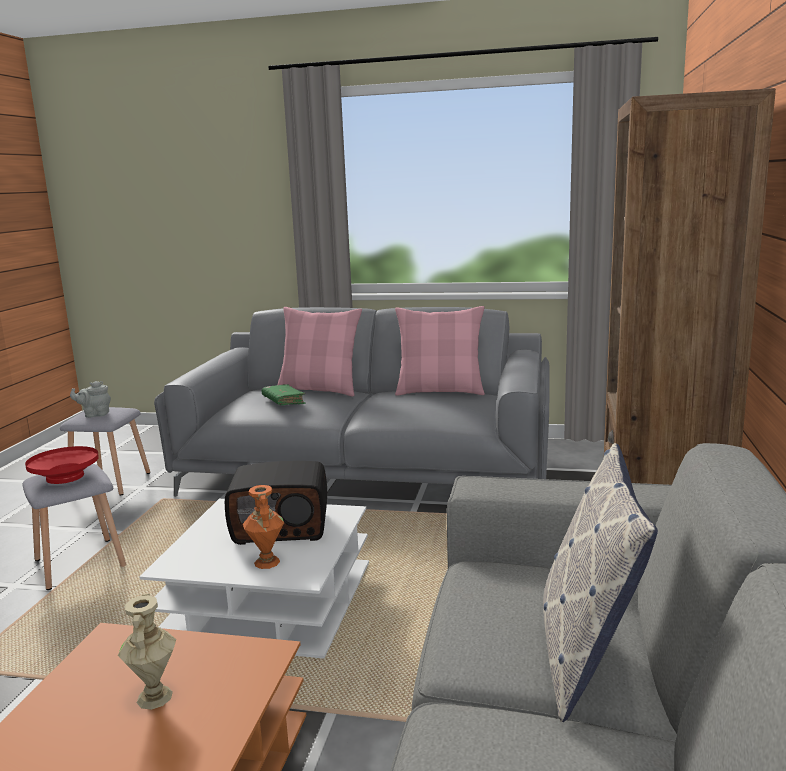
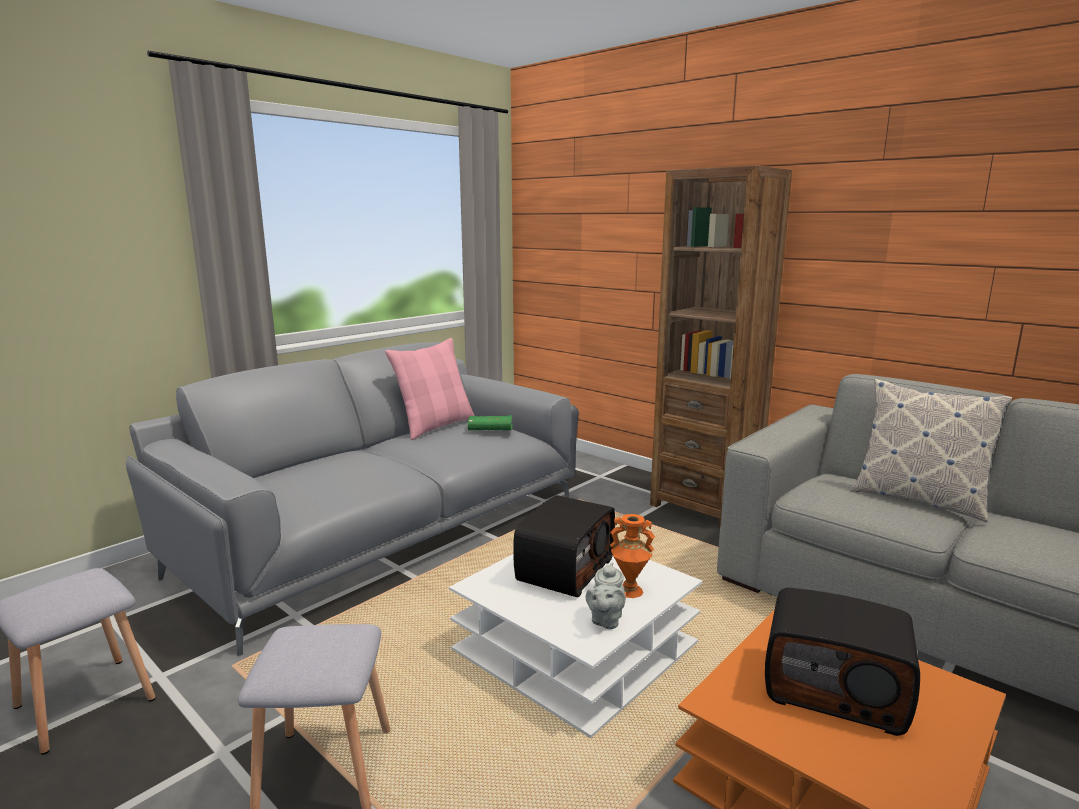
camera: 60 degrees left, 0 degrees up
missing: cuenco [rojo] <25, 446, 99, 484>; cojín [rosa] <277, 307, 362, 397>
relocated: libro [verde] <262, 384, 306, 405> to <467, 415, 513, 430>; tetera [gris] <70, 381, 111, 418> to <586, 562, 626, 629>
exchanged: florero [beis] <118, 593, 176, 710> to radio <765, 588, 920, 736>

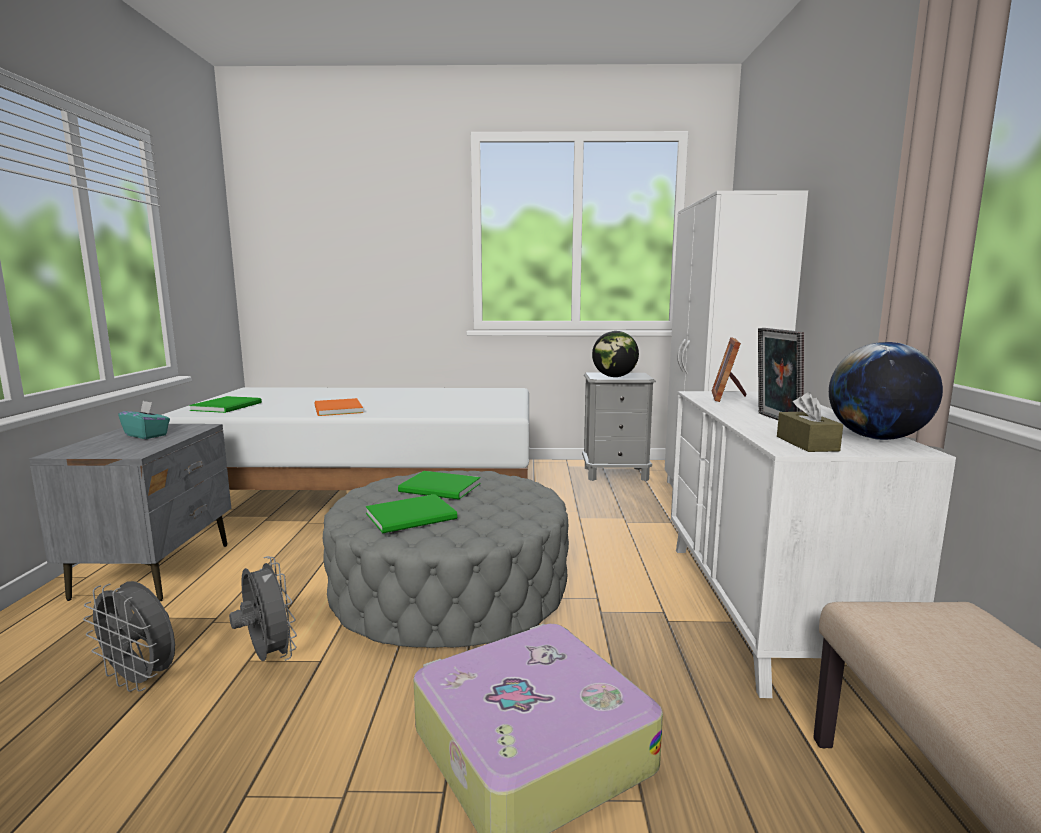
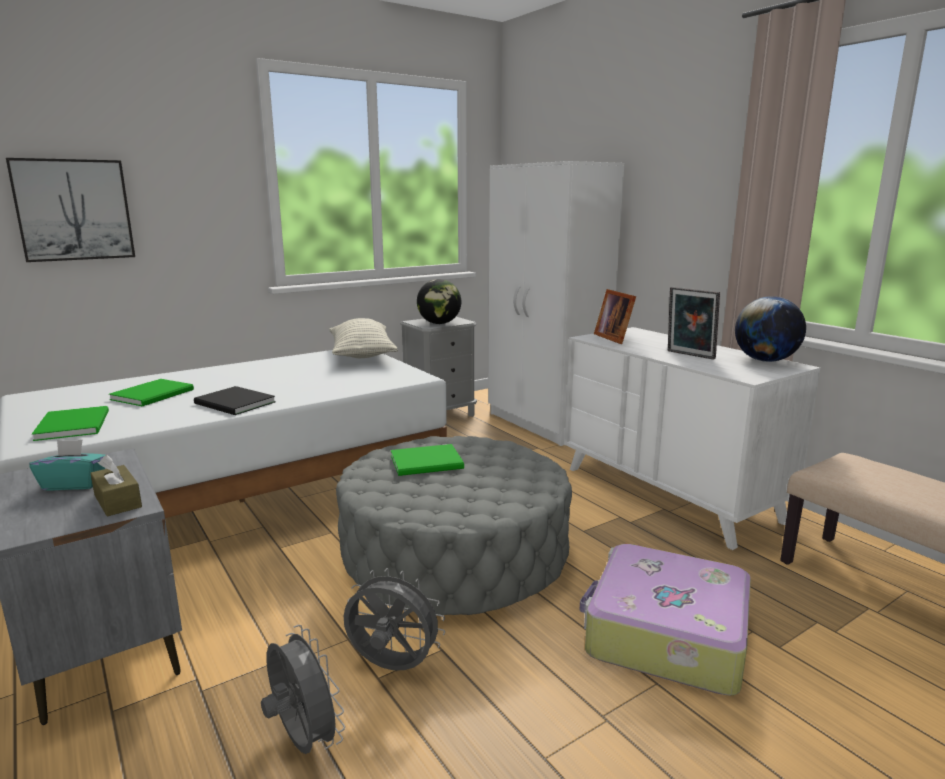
camera: 35 degrees left, 5 degrees up
appeared: cuadro <6, 158, 135, 262>; cojín <329, 318, 398, 358>
relocated: caja de pañuelos [marrón] <777, 392, 843, 452> to <90, 455, 142, 517>; libro [verde] <366, 494, 457, 533> to <109, 379, 194, 406>
colour: libro [naranja] <315, 398, 363, 416> to libro [negro] <194, 386, 276, 415>
spun: ventilador [gris] <83, 581, 175, 692> = <261, 625, 345, 754> 120 degrees counterclockwise

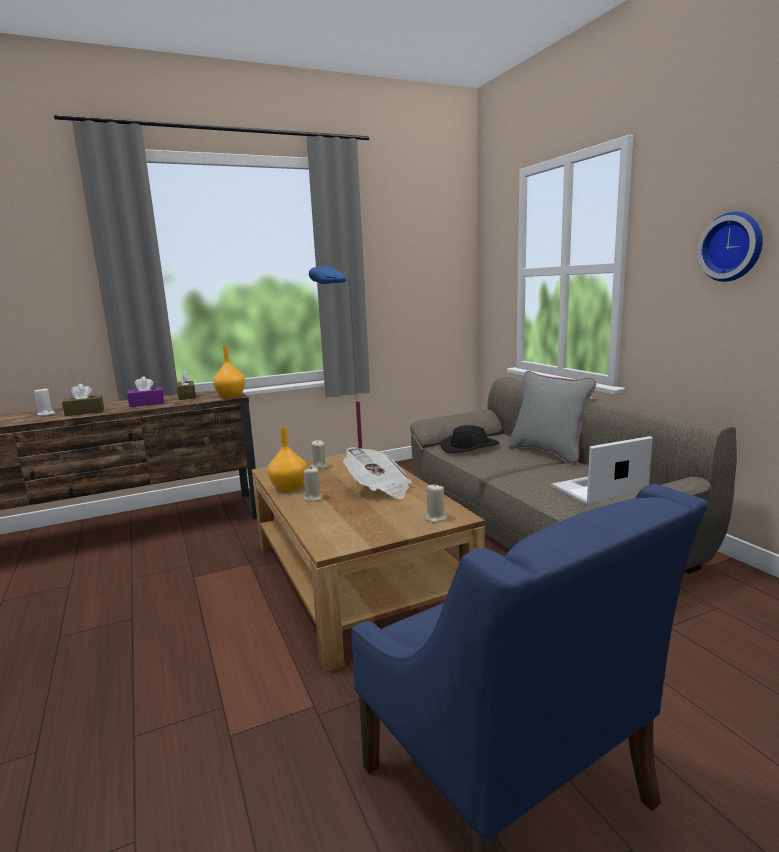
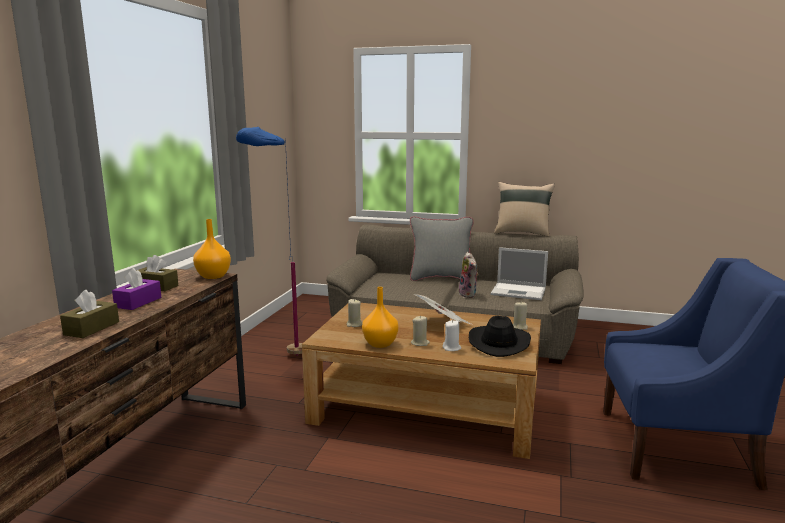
camera: 50 degrees left, 0 degrees up
missing: reloj de pared <697, 212, 763, 282>
appeared: peluche <459, 252, 479, 298>; cojín [beis] <494, 182, 555, 237>
relocated: vela [blanco] <34, 387, 55, 416> to <443, 320, 461, 351>; sombrero [negro] <441, 425, 499, 453> to <469, 316, 531, 357>
spun: portátil <551, 436, 653, 505> = <491, 247, 548, 300> 90 degrees counterclockwise

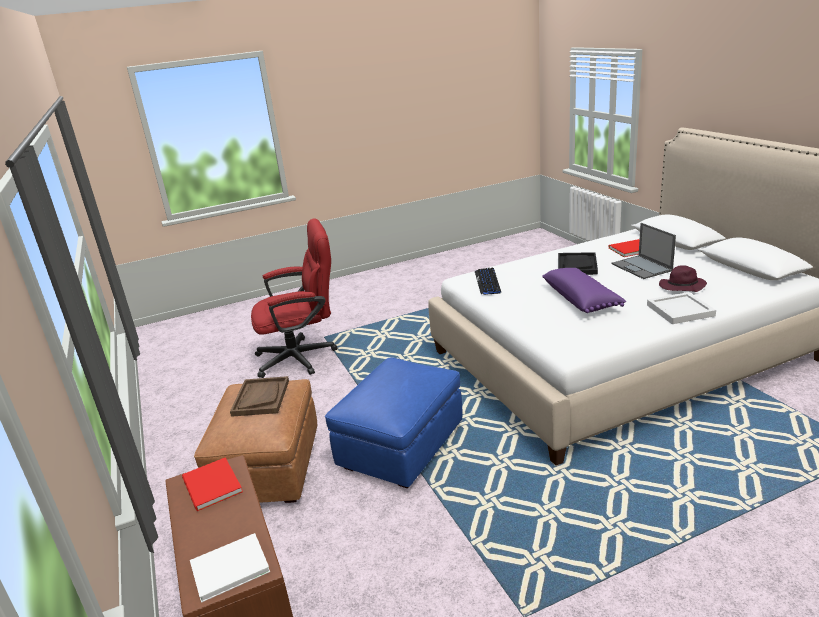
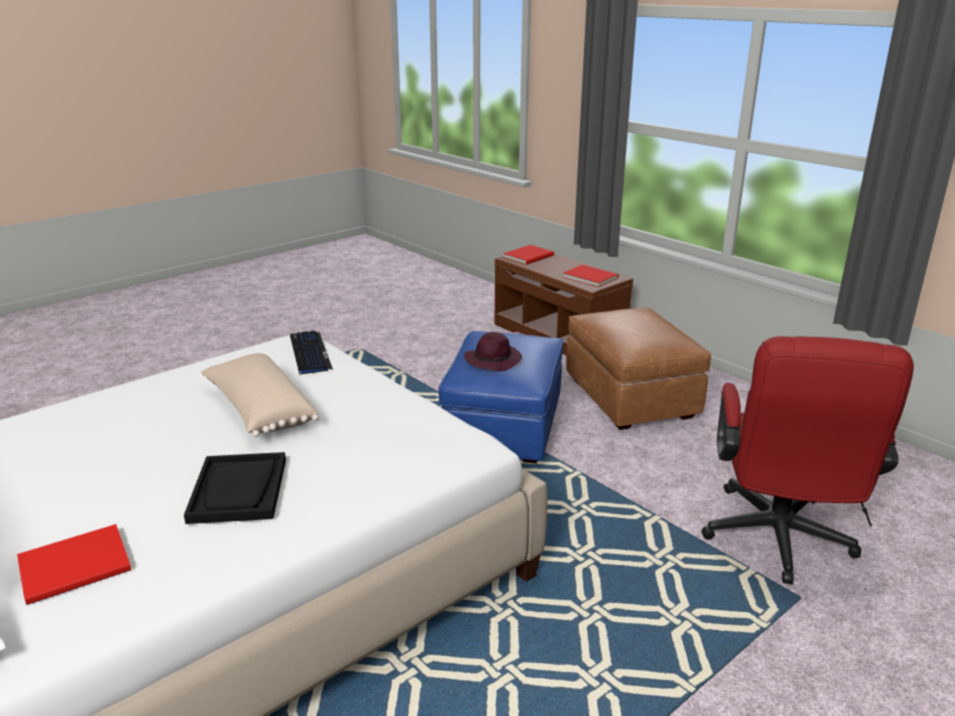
camera: 160 degrees right, 0 degrees up
missing: bandeja [marrón] <230, 376, 289, 417>; portátil <612, 223, 676, 279>; bandeja [blanco] <647, 292, 716, 324>
relocated: teclado <475, 267, 501, 295> to <290, 331, 333, 375>; sombrero [morado] <659, 265, 707, 292> to <464, 332, 522, 371>
colour: cojín [morado] <542, 268, 626, 313> to cojín [beis] <201, 353, 319, 437>; libro [blanco] <190, 533, 270, 603> to libro [rojo] <503, 245, 554, 265>
spun: silla de oficina [rojo] <251, 219, 338, 378> = <701, 336, 914, 584> 45 degrees counterclockwise

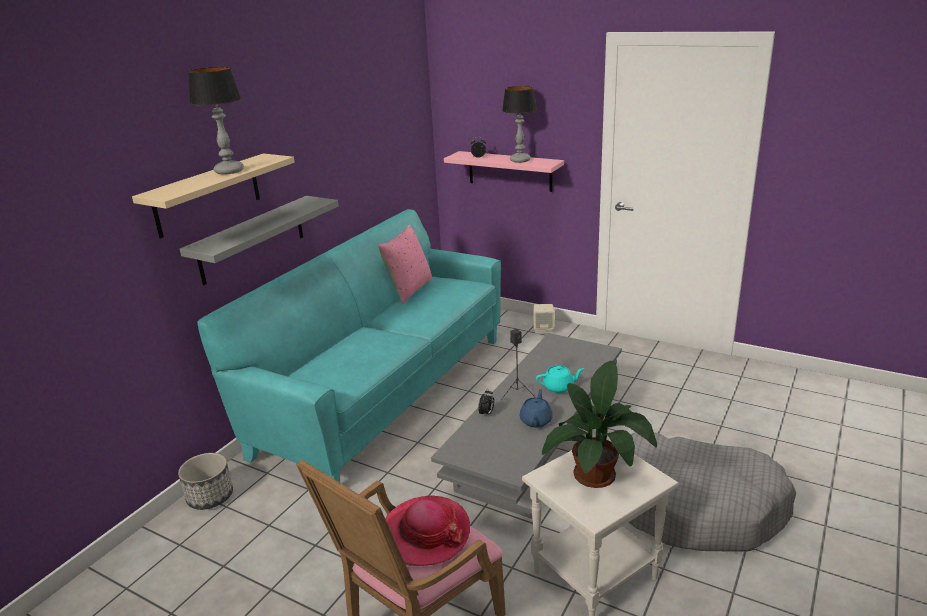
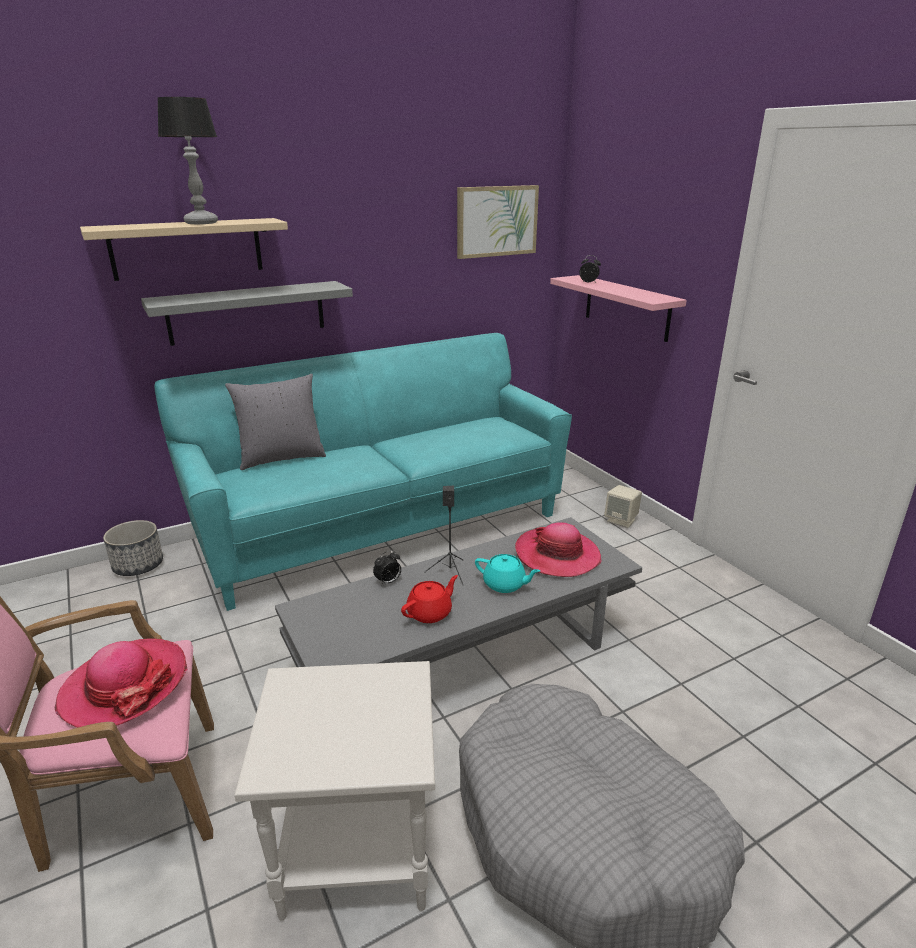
camera: 30 degrees right, 0 degrees up
missing: cojín [rosa] <378, 225, 432, 304>; lámpara de mesa <502, 86, 537, 163>; planta en maceta <542, 361, 657, 488>
appeared: cojín [gris] <225, 374, 326, 470>; cuadro <457, 185, 539, 259>; sombrero <515, 522, 602, 577>
colour: tetera [azul] <520, 389, 553, 428> to tetera [rojo] <401, 575, 458, 623>

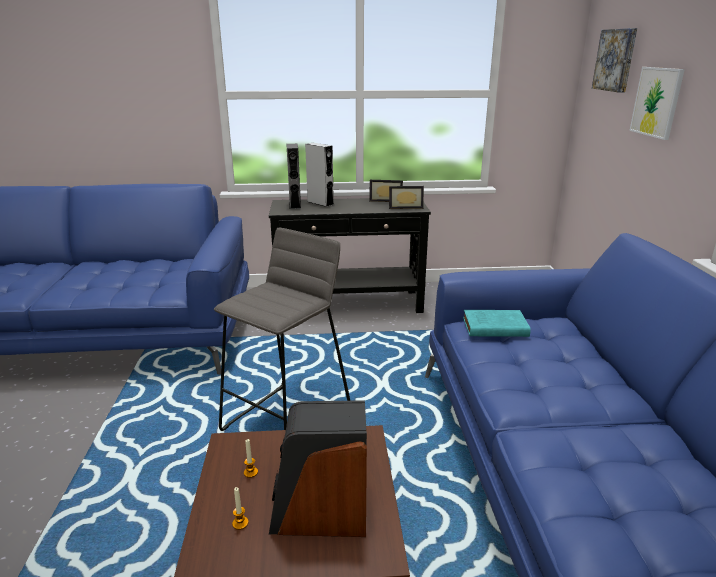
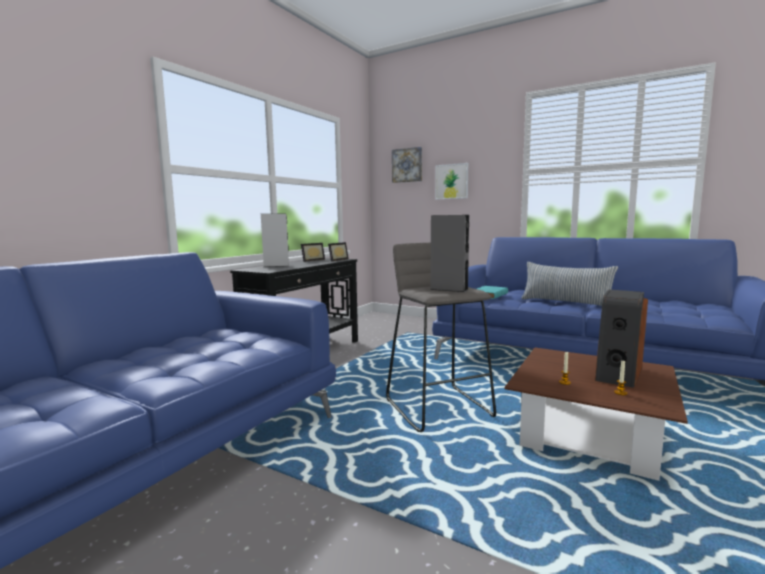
camera: 55 degrees left, 15 degrees down
appeared: cojín <521, 262, 618, 306>
relocated: altavoz [gris] <286, 144, 301, 209> to <430, 215, 469, 292>

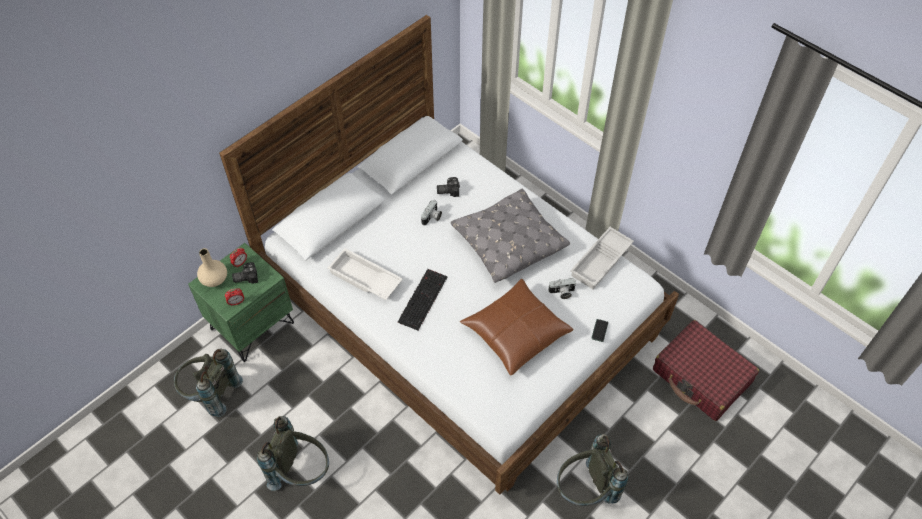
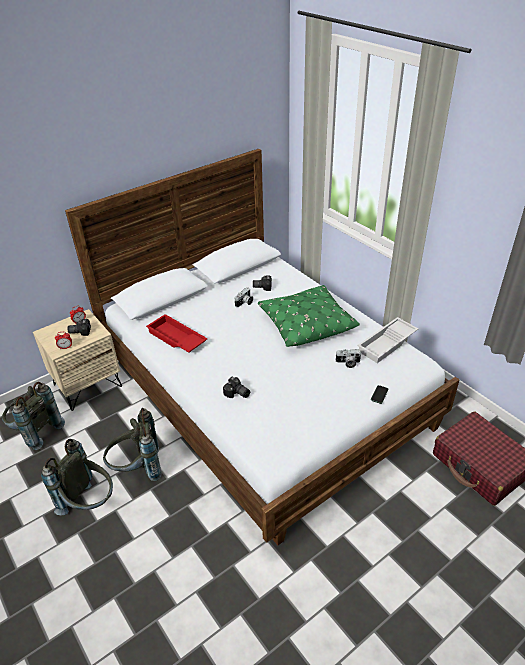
camera: 10 degrees right, 15 degrees down
missing: florero [beis] <197, 248, 227, 287>; teclado <398, 269, 448, 330>; cojín [marrón] <460, 279, 573, 376>
appeared: cámara <223, 377, 250, 398>
relocated: mochila [gris] <556, 434, 628, 506> to <103, 408, 162, 481>
colour: mesita de noche [verde] <188, 243, 294, 362> to mesita de noche [beis] <33, 309, 122, 411>; bandeja [blanco] <327, 248, 403, 300> to bandeja [rojo] <146, 314, 208, 353>; cojín [gris] <451, 189, 570, 283> to cojín [verde] <258, 285, 360, 347>

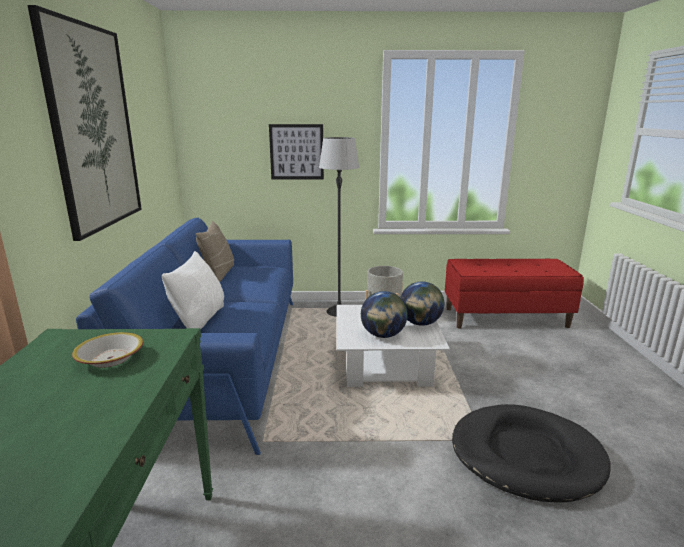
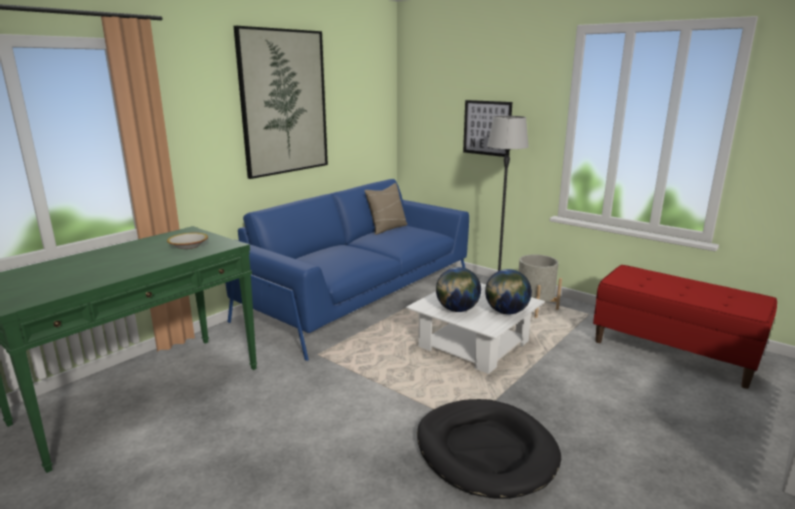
camera: 40 degrees right, 0 degrees up
missing: cojín [blanco] <162, 251, 224, 329>

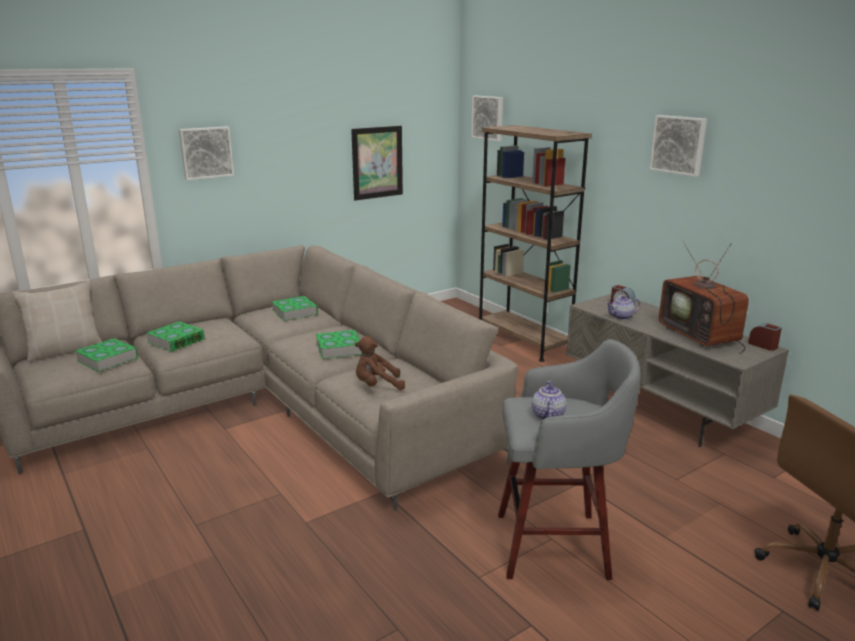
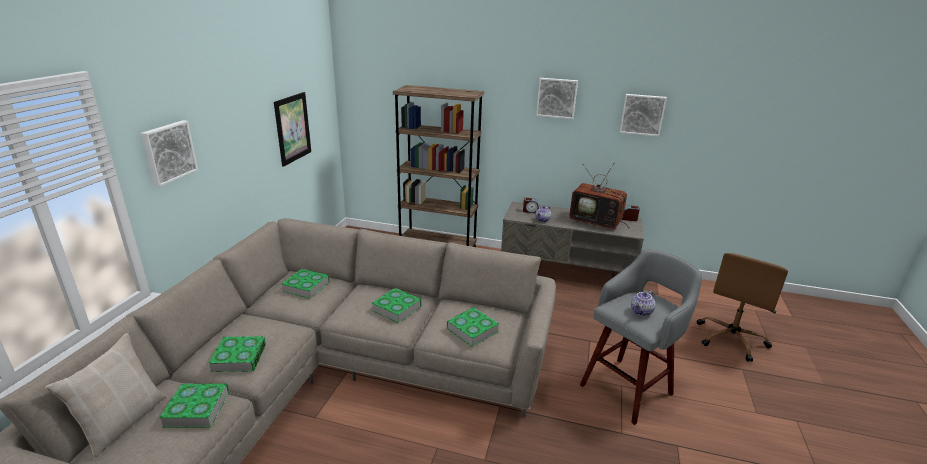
camera: 40 degrees left, 5 degrees up
relocated: cuadro <471, 96, 503, 141> to <620, 94, 667, 136>
exchanged: peluche [marrón] <355, 336, 405, 390> to libro <447, 307, 499, 347>
spun: tetera <532, 381, 566, 420> = <631, 290, 656, 316> 105 degrees counterclockwise

